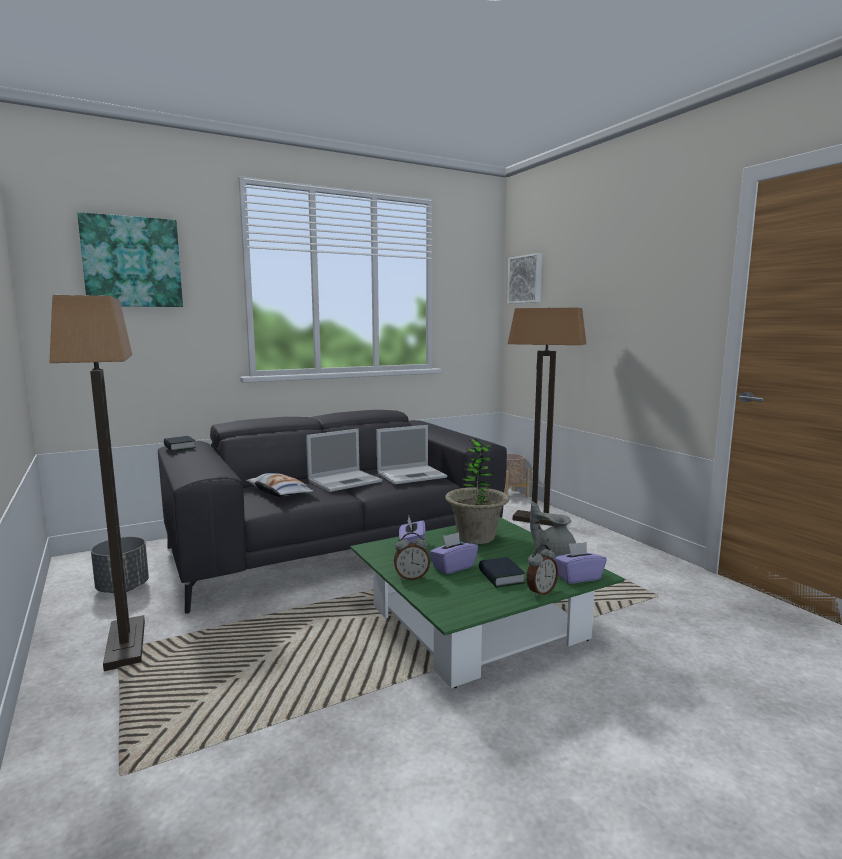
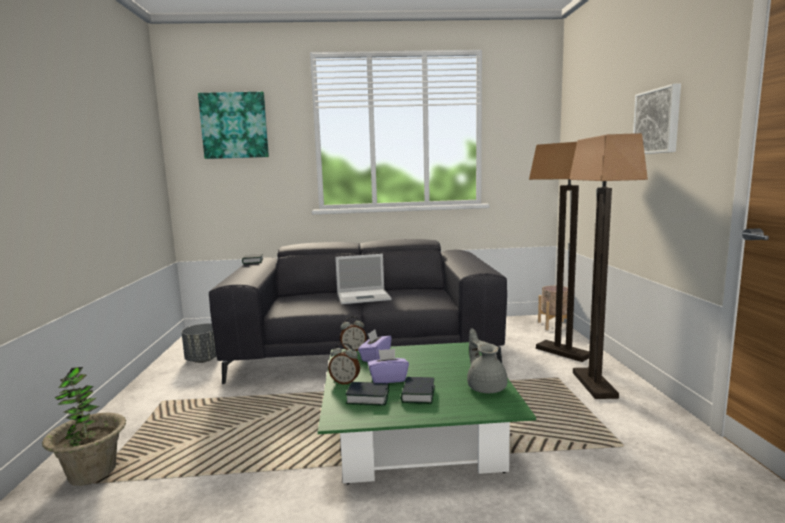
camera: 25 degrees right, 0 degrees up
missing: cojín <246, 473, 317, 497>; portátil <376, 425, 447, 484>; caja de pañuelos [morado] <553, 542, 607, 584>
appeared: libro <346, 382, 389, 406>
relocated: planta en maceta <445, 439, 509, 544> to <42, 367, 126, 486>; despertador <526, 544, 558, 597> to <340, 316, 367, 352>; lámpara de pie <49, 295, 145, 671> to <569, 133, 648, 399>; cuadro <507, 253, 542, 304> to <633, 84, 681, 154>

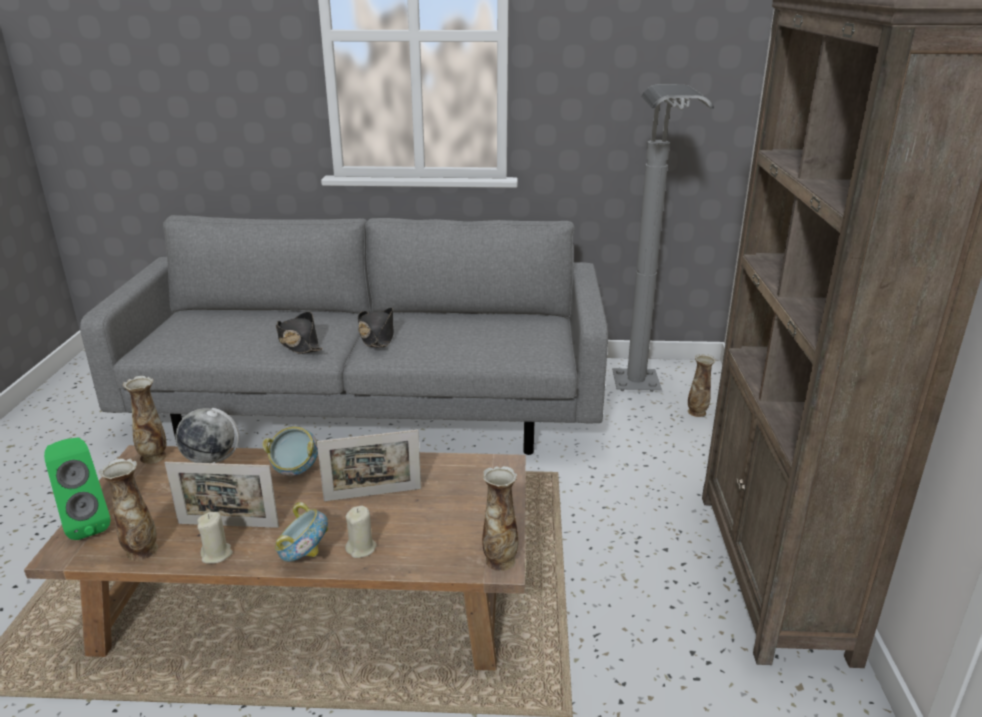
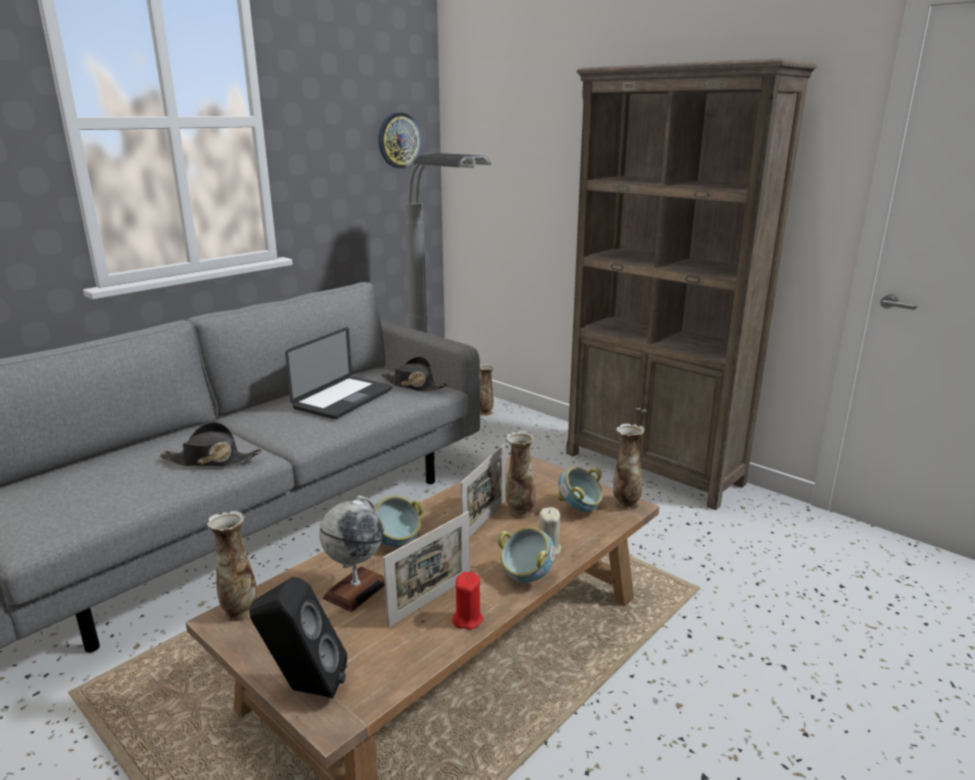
camera: 50 degrees left, 5 degrees down
appeared: portátil <285, 327, 392, 419>; reloj de pared <378, 112, 421, 169>; cuenco <558, 467, 603, 512>
relocated: sombrero [negro] <358, 308, 394, 348> to <382, 356, 449, 392>; florero <99, 458, 158, 561> to <506, 431, 536, 519>
colour: altavoz [verde] <44, 437, 111, 540> to altavoz [negro] <249, 577, 347, 699>; vela [beis] <197, 512, 233, 564> to vela [rojo] <452, 572, 483, 630>

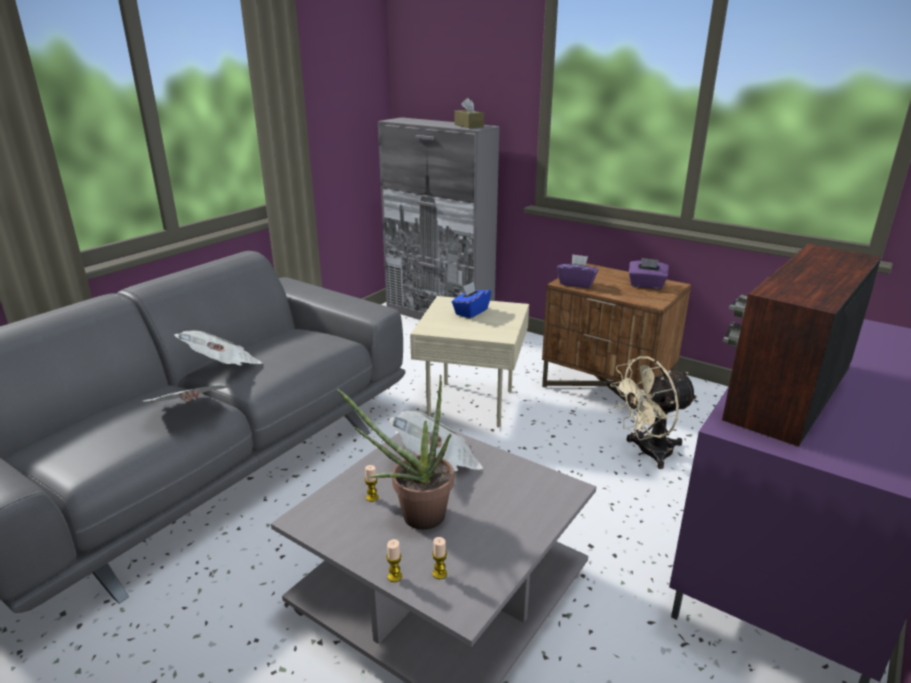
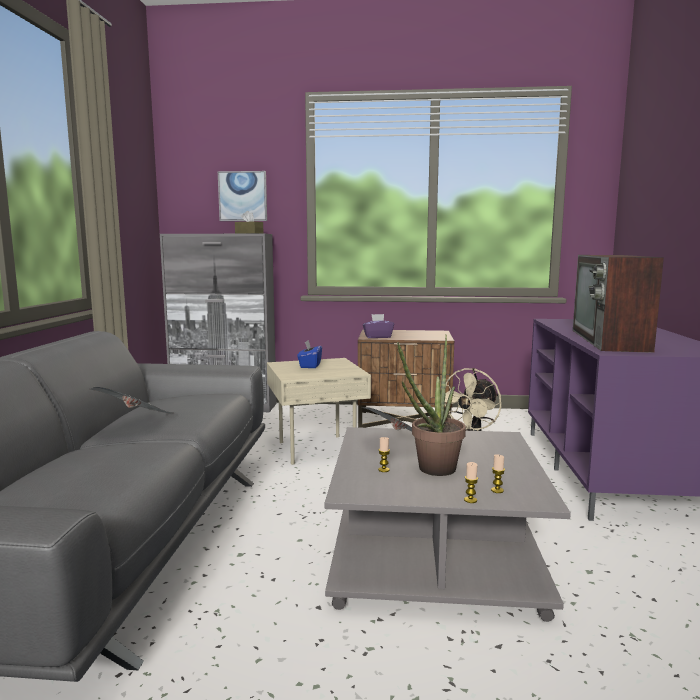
camera: 30 degrees left, 15 degrees down
missing: periódico <143, 385, 229, 402>; caja de pañuelos [morado] <629, 258, 669, 289>
appeared: cuadro <218, 171, 267, 221>

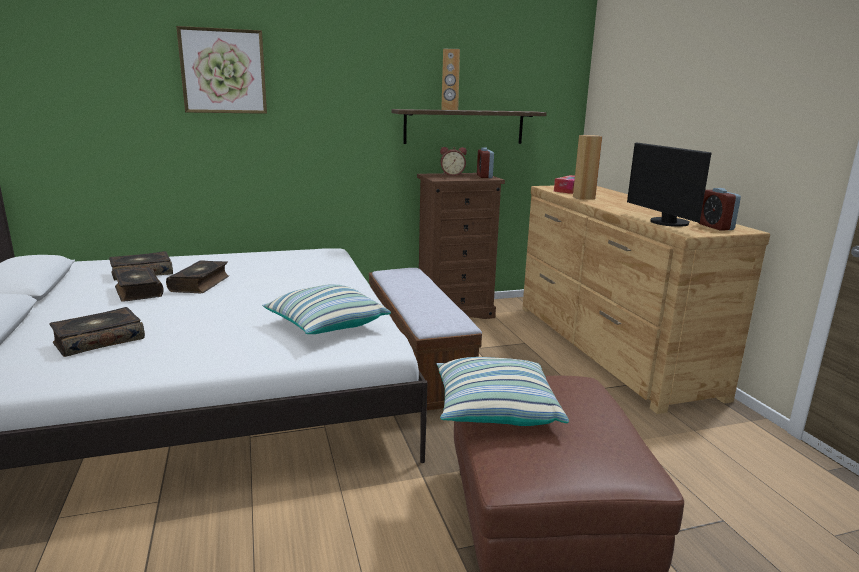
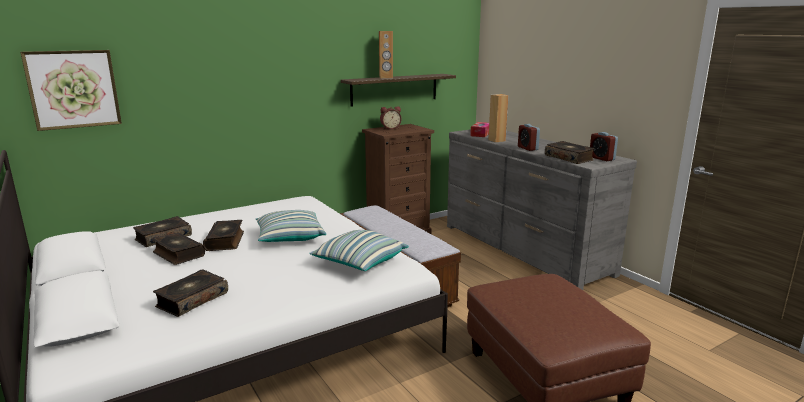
camera: 15 degrees left, 0 degrees up
relocated: cuadro <176, 26, 267, 114> to <20, 50, 122, 131>; cojín <437, 357, 569, 426> to <256, 210, 326, 242>; despertador <477, 147, 494, 178> to <518, 124, 540, 151>
exchanged: monitor <627, 142, 712, 227> to libro <545, 141, 595, 164>
colour: cómoda [marrón] <522, 186, 770, 414> to cómoda [gris] <447, 129, 637, 290>

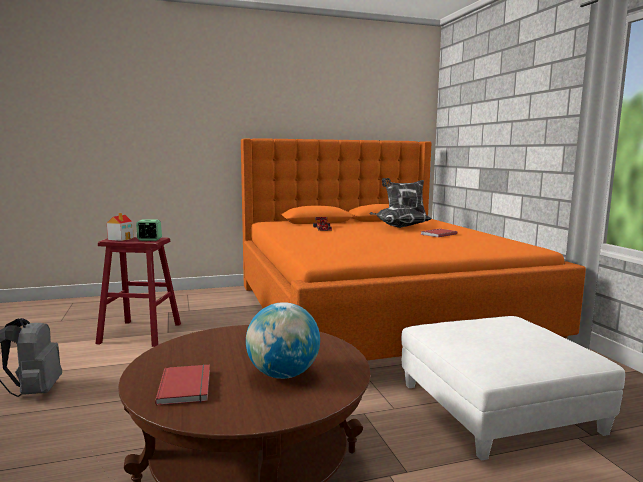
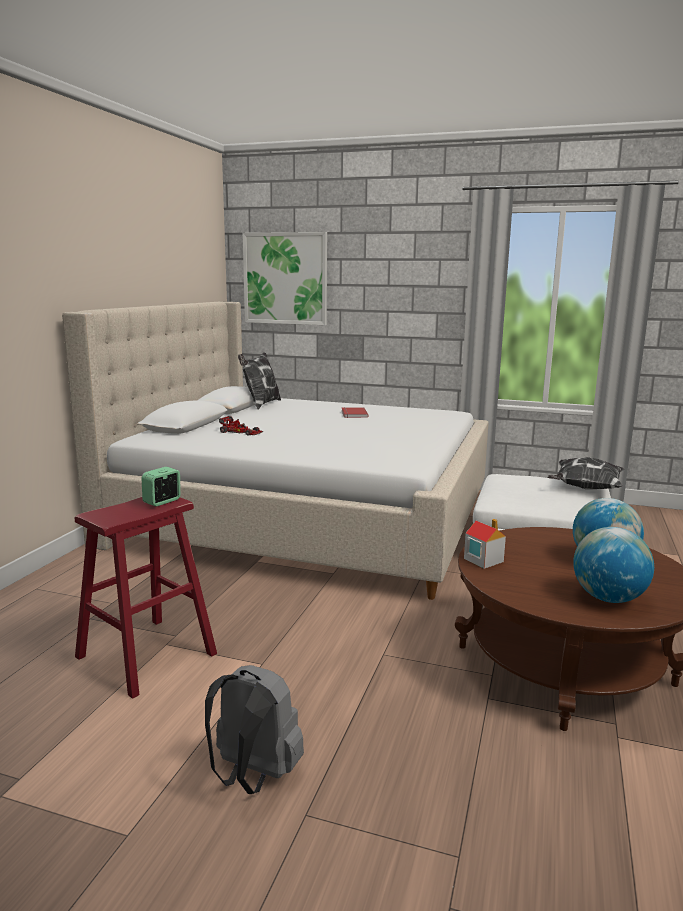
camera: 55 degrees left, 5 degrees up
appeared: cuadro <243, 232, 327, 325>
relocated: casita <107, 213, 134, 241> to <464, 519, 506, 569>; cojín <369, 204, 432, 228> to <547, 457, 625, 489>
exchanged: libro [rojo] <155, 365, 210, 406> to globo terráqueo <573, 527, 654, 603>
colour: cama [naranja] <241, 138, 586, 360> to cama [beis] <62, 302, 489, 600>

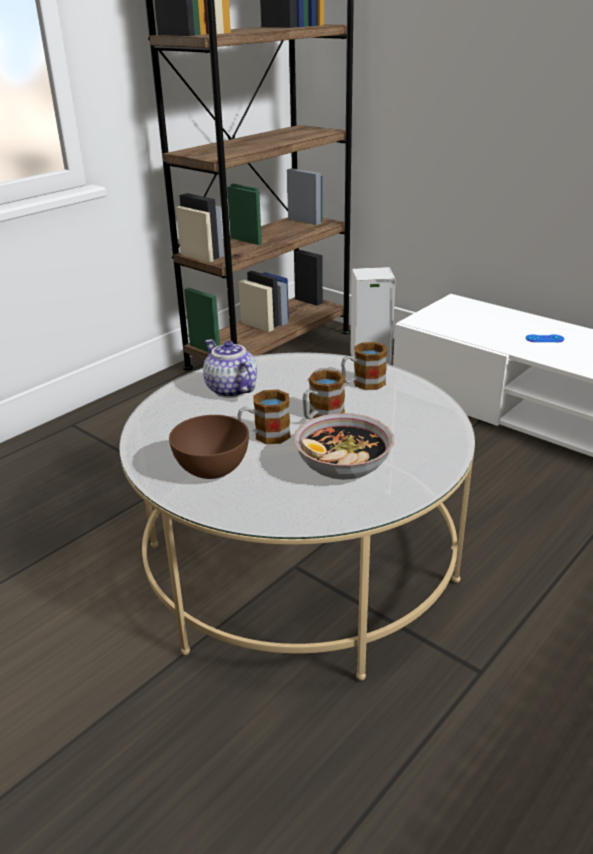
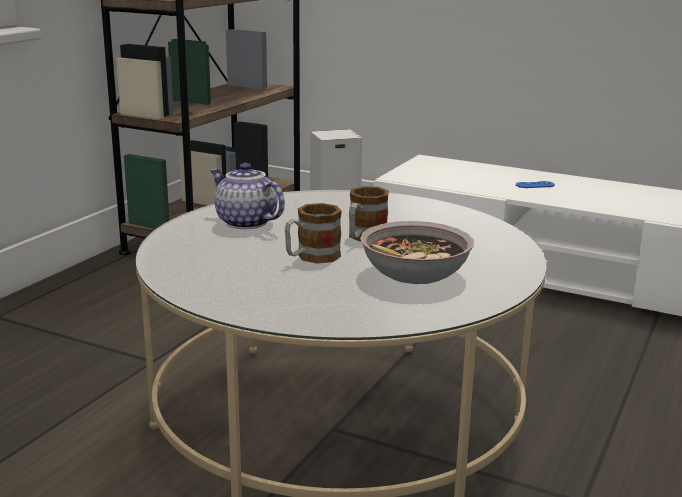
camera: 15 degrees left, 10 degrees down
missing: cuenco [marrón] <169, 415, 249, 479>; taza grande <341, 342, 387, 390>

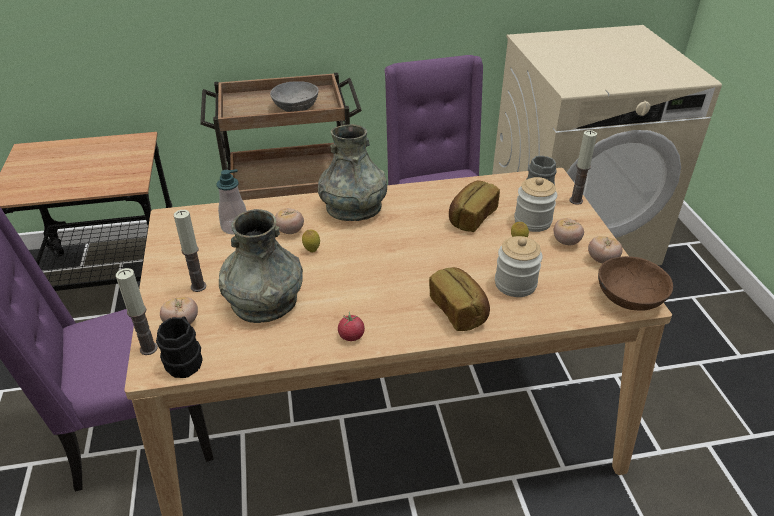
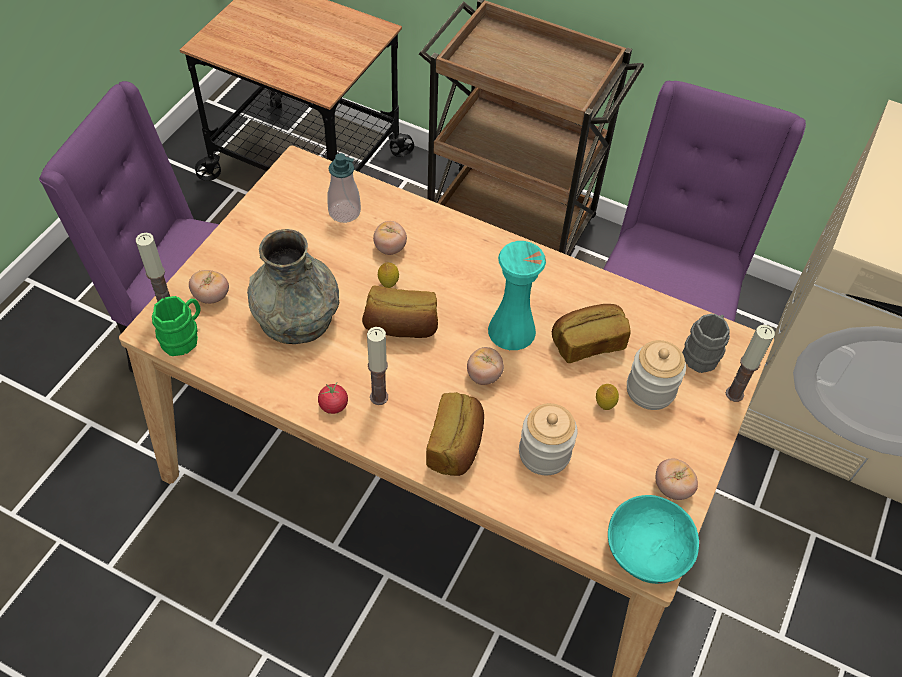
camera: 35 degrees right, 15 degrees up
missing: cuenco [gris] <270, 81, 319, 112>; florero [gris] <318, 124, 387, 221>
appeared: pan <362, 286, 438, 338>; florero [turquesa] <488, 241, 546, 350>
relocated: vela <174, 210, 206, 292> to <367, 327, 388, 405>; tomate <554, 218, 584, 245> to <467, 347, 504, 385>
colour: taza grande [negro] <156, 316, 202, 378> to taza grande [verde] <152, 296, 201, 356>; cuenco [marrón] <598, 256, 673, 310> to cuenco [turquesa] <608, 495, 699, 584>

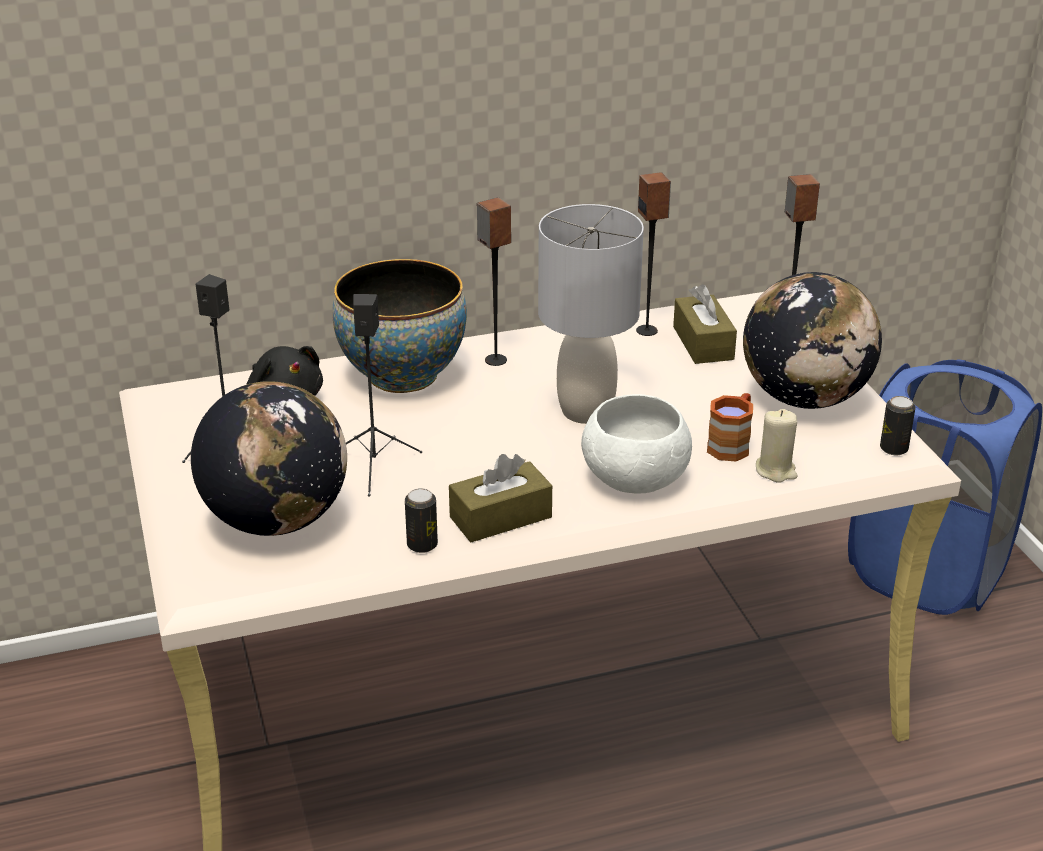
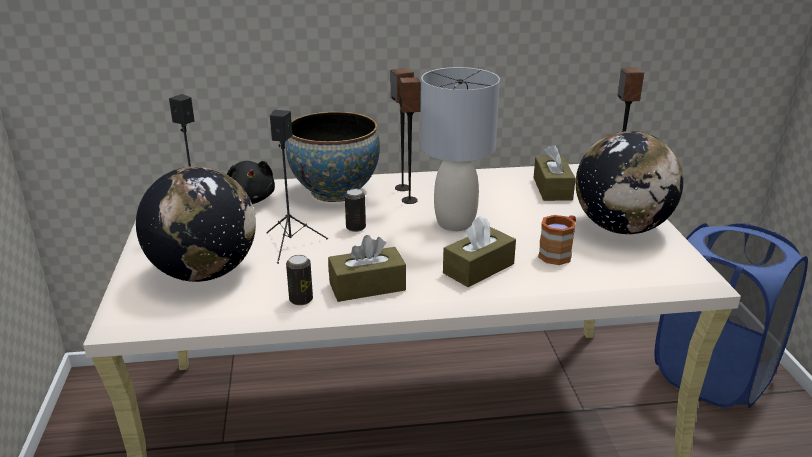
camera: 10 degrees right, 5 degrees down
missing: vela [beis] <756, 409, 797, 483>
relocated: lata <880, 396, 916, 455> to <345, 189, 366, 232>; altavoz <636, 172, 671, 336> to <400, 77, 421, 204>
exchanged: cuenco [blanco] <581, 394, 692, 494> to caja de pañuelos [marrón] <443, 216, 516, 287>

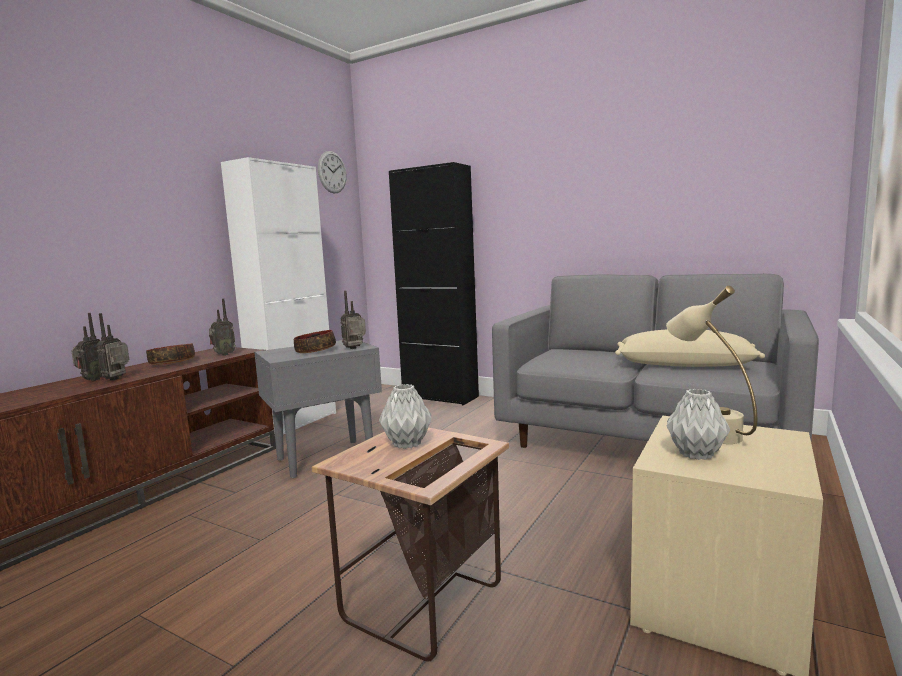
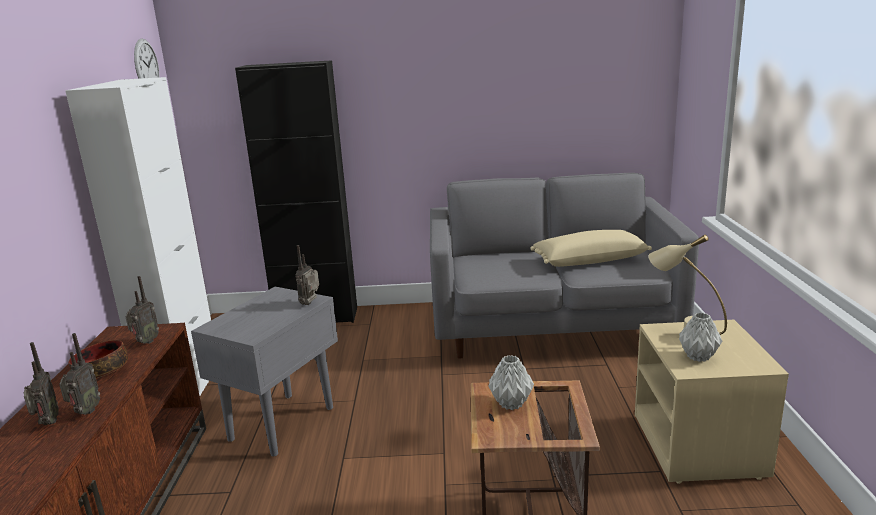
camera: 30 degrees left, 10 degrees up
missing: cuenco <294, 330, 336, 353>
spun: radio <97, 313, 129, 380> = <59, 333, 100, 415> 150 degrees counterclockwise

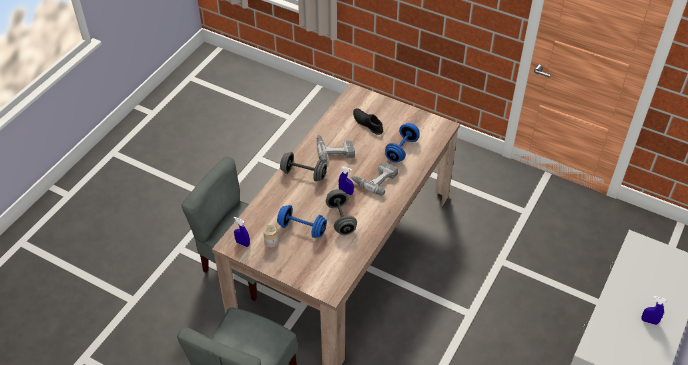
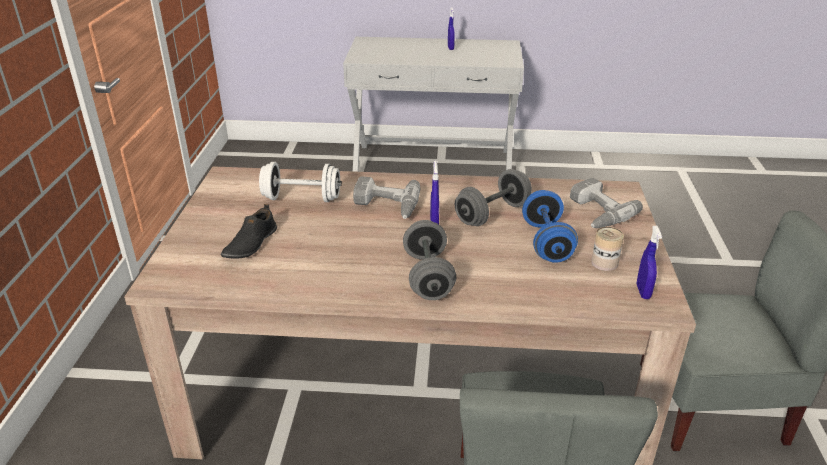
camera: 115 degrees left, 15 degrees down
relocated: taladro <317, 135, 355, 163> to <570, 178, 643, 228>
colour: mancuerna [azul] <385, 123, 419, 163> to mancuerna [blanco] <259, 162, 342, 202>

